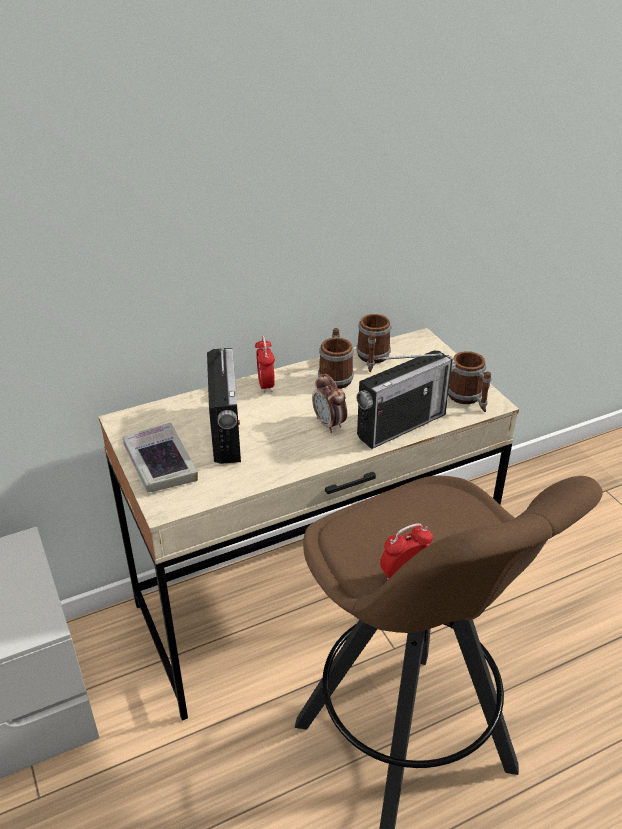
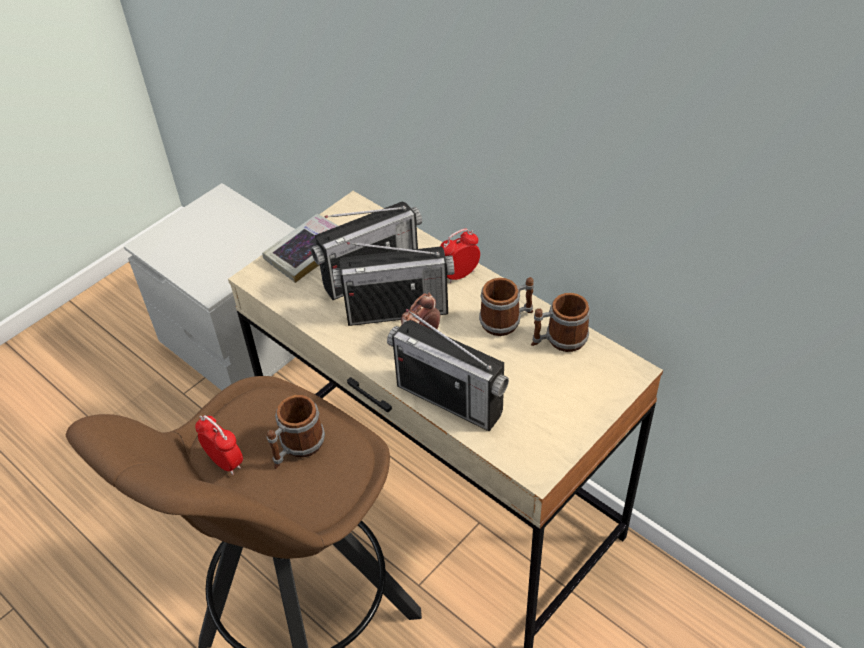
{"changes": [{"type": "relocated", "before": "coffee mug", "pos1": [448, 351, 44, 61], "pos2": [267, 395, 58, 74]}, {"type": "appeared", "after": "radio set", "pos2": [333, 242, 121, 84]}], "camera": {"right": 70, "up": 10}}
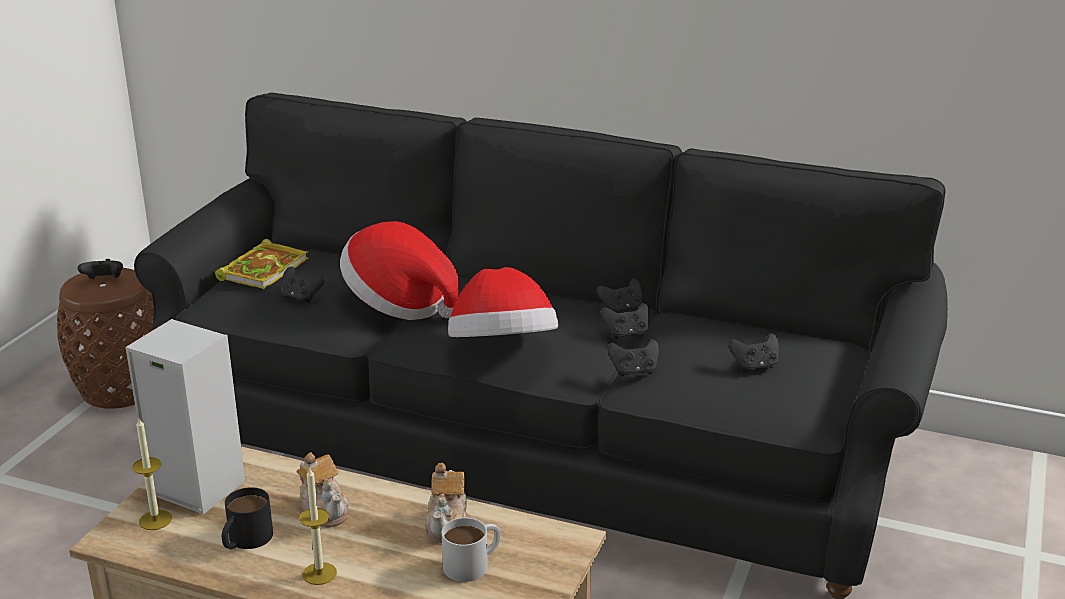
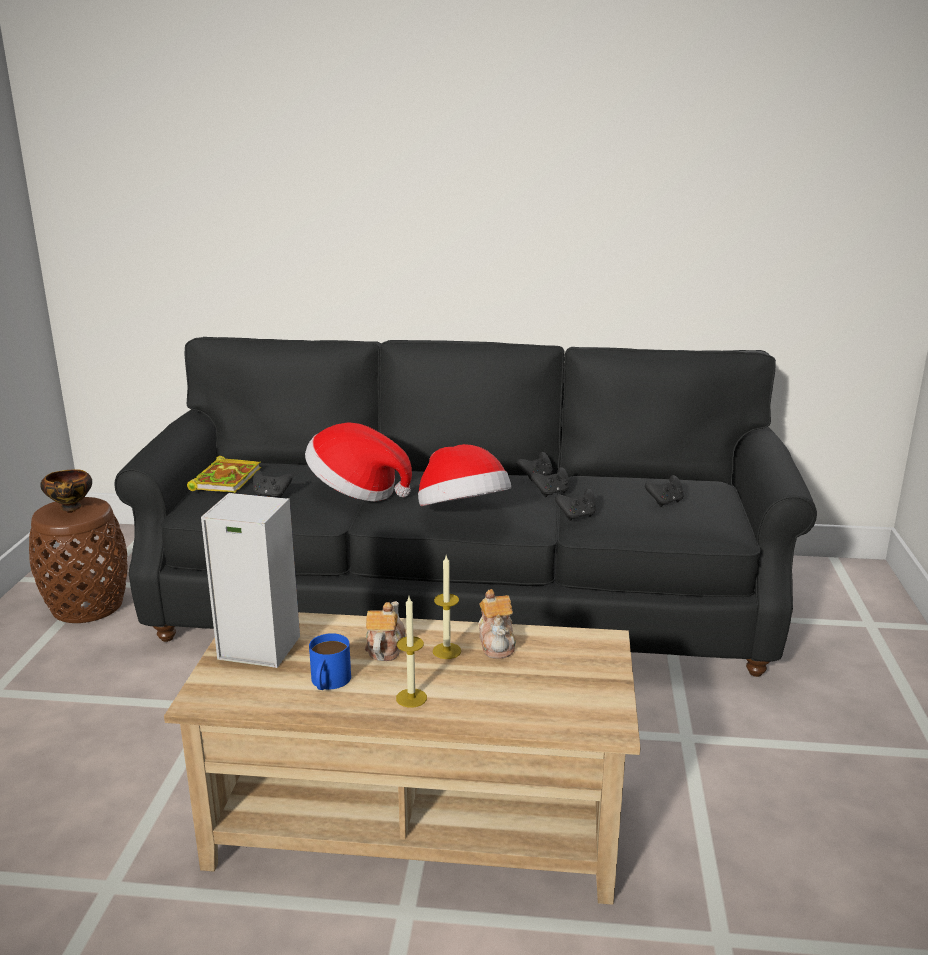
{"changes": [{"type": "exchanged", "before": "blackish joypad", "after": "serving bowl", "pos1": [78, 259, 45, 20], "pos2": [40, 469, 52, 42]}, {"type": "colour", "before": "blackish coffee mug", "after": "bluish coffee mug", "pos1": [222, 487, 51, 62], "pos2": [309, 633, 42, 57]}, {"type": "spun", "before": "pot for tea", "pos1": [297, 452, 52, 76], "pos2": [365, 601, 41, 60], "turn": -120}, {"type": "relocated", "before": "candle", "pos1": [132, 418, 40, 112], "pos2": [433, 556, 28, 103]}, {"type": "missing", "before": "white-coloured coffee mug", "pos1": [442, 518, 59, 64]}], "camera": {"right": -15, "up": -5}}
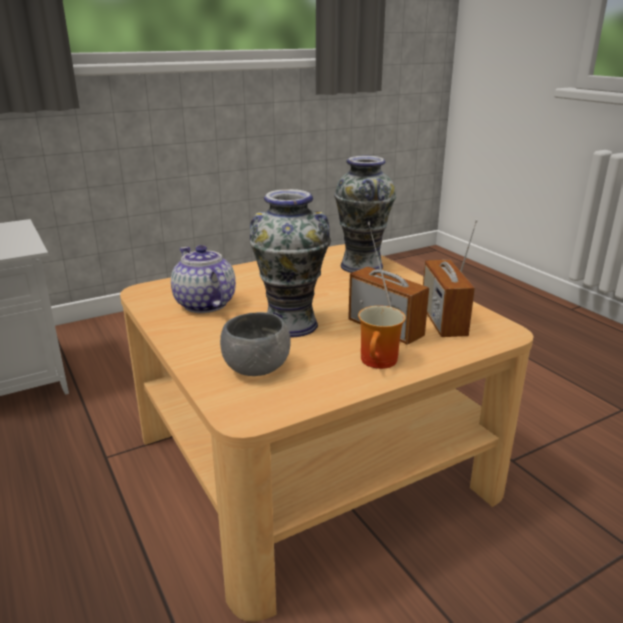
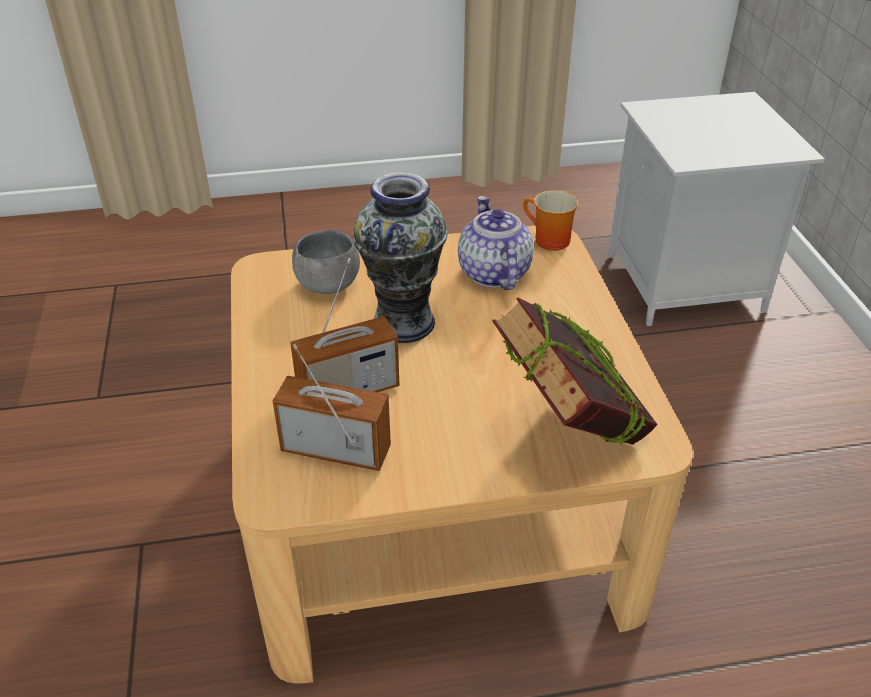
{"changes": [{"type": "spun", "before": "pot for tea", "pos1": [171, 245, 65, 68], "pos2": [458, 196, 76, 94], "turn": -90}, {"type": "exchanged", "before": "vase", "after": "bound book", "pos1": [334, 156, 62, 117], "pos2": [492, 297, 166, 148]}, {"type": "relocated", "before": "coffee mug", "pos1": [358, 306, 48, 63], "pos2": [523, 190, 56, 61]}], "camera": {"right": 110, "up": 15}}
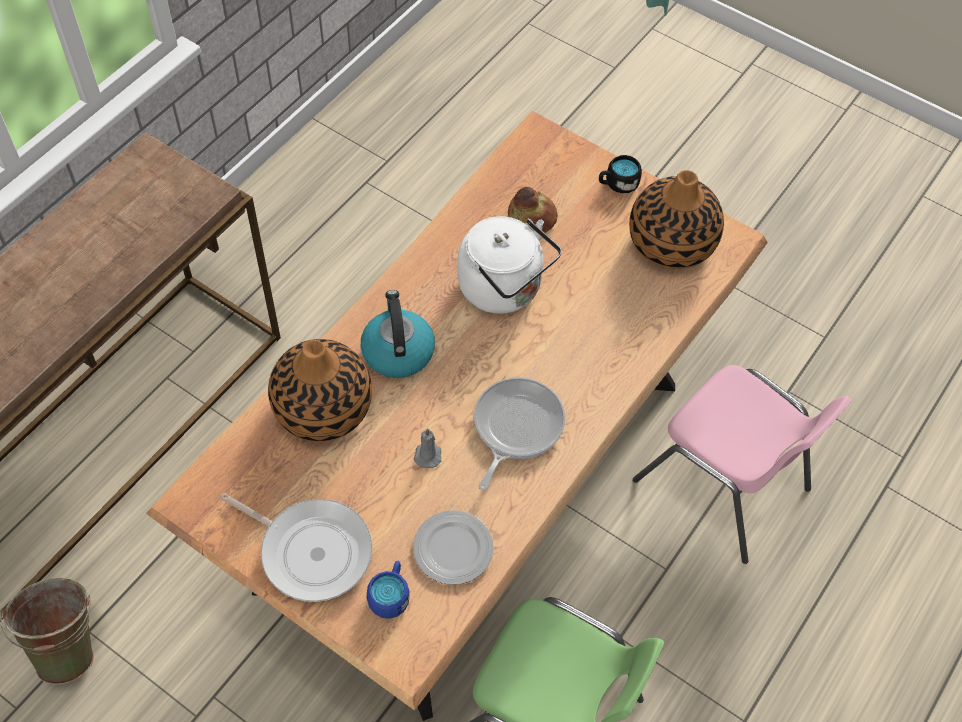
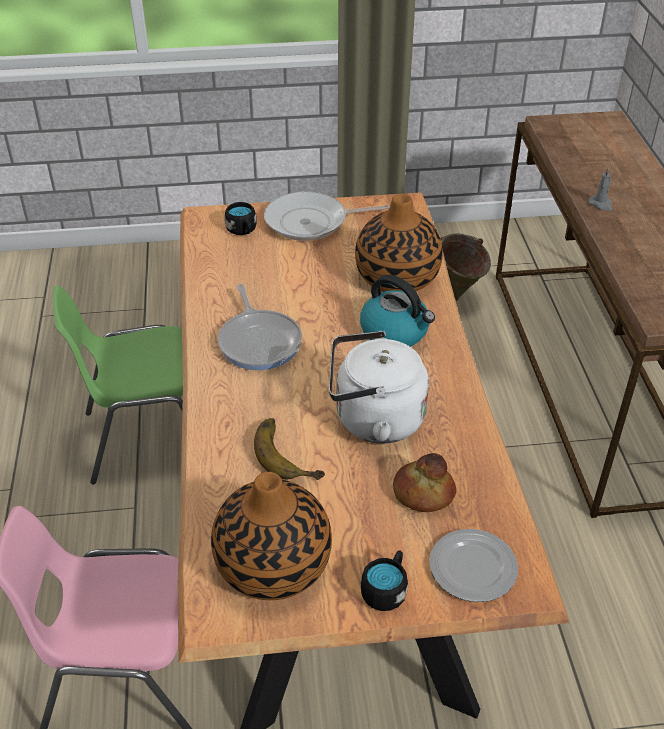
{"changes": [{"type": "colour", "before": "bluish coffee mug", "after": "blackish coffee mug", "pos1": [366, 561, 44, 58], "pos2": [225, 202, 31, 33]}, {"type": "appeared", "after": "banana", "pos2": [254, 418, 71, 62]}, {"type": "relocated", "before": "flat dish", "pos1": [413, 510, 81, 75], "pos2": [429, 529, 89, 73]}, {"type": "relocated", "before": "gray candle", "pos1": [414, 428, 27, 40], "pos2": [588, 167, 24, 44]}], "camera": {"right": 140, "up": -15}}
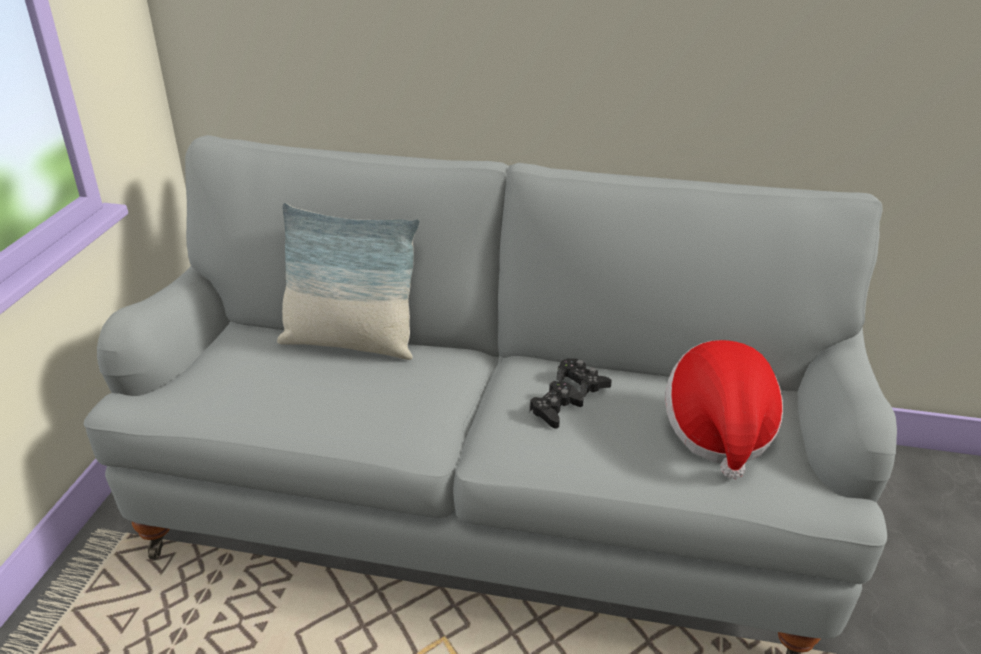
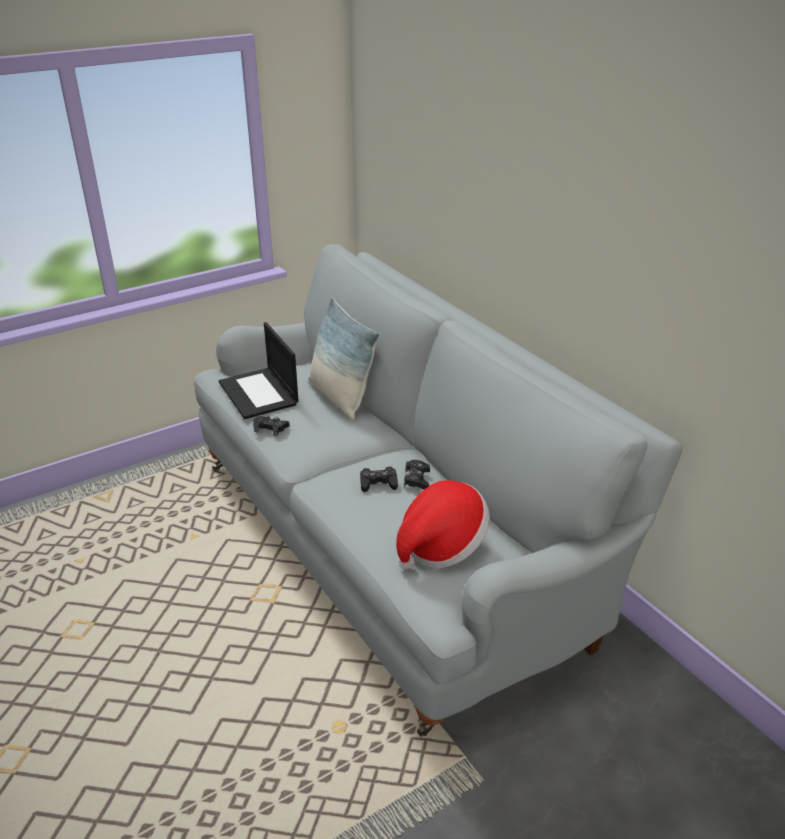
{"changes": [{"type": "appeared", "after": "portable computer", "pos2": [219, 322, 80, 97]}, {"type": "appeared", "after": "blackish joypad", "pos2": [253, 415, 37, 21]}], "camera": {"right": 45, "up": 0}}
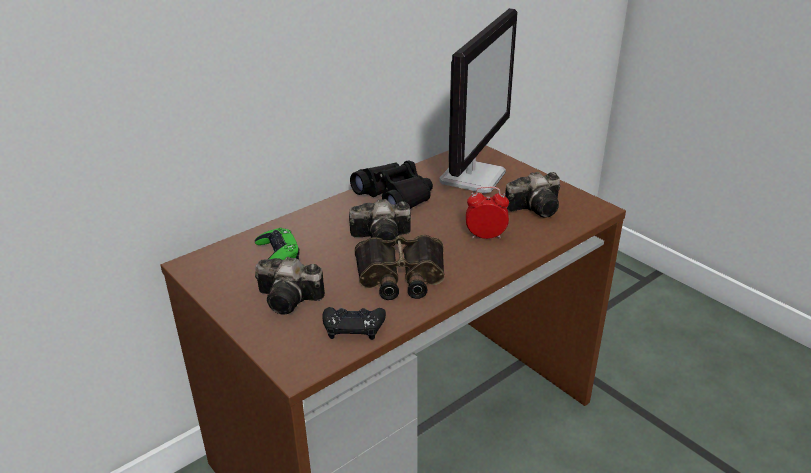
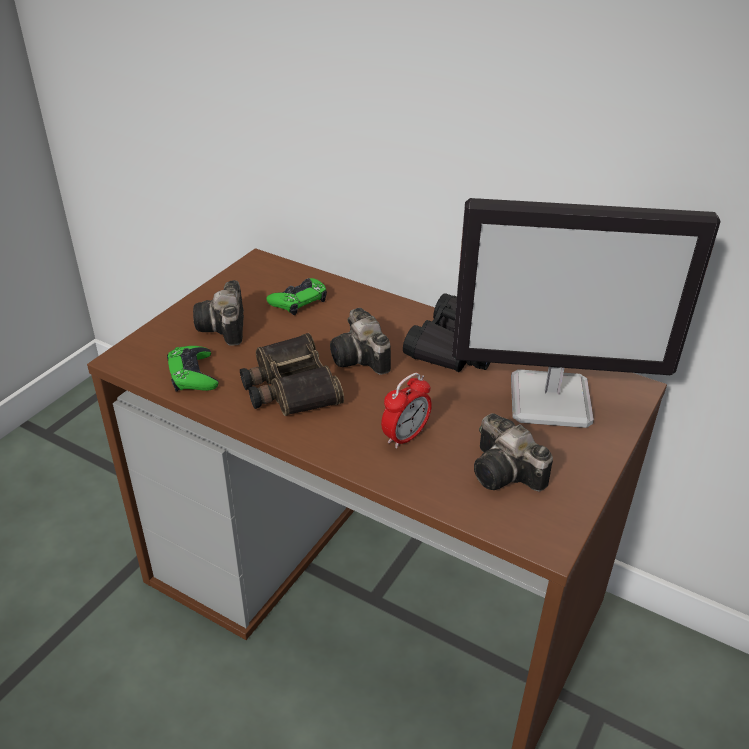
{"changes": [{"type": "colour", "before": "blackish joypad", "after": "greenish joypad", "pos1": [322, 307, 64, 33], "pos2": [167, 346, 52, 46]}, {"type": "spun", "before": "alarm clock", "pos1": [466, 186, 43, 53], "pos2": [381, 373, 51, 76], "turn": 60}], "camera": {"right": 70, "up": 5}}
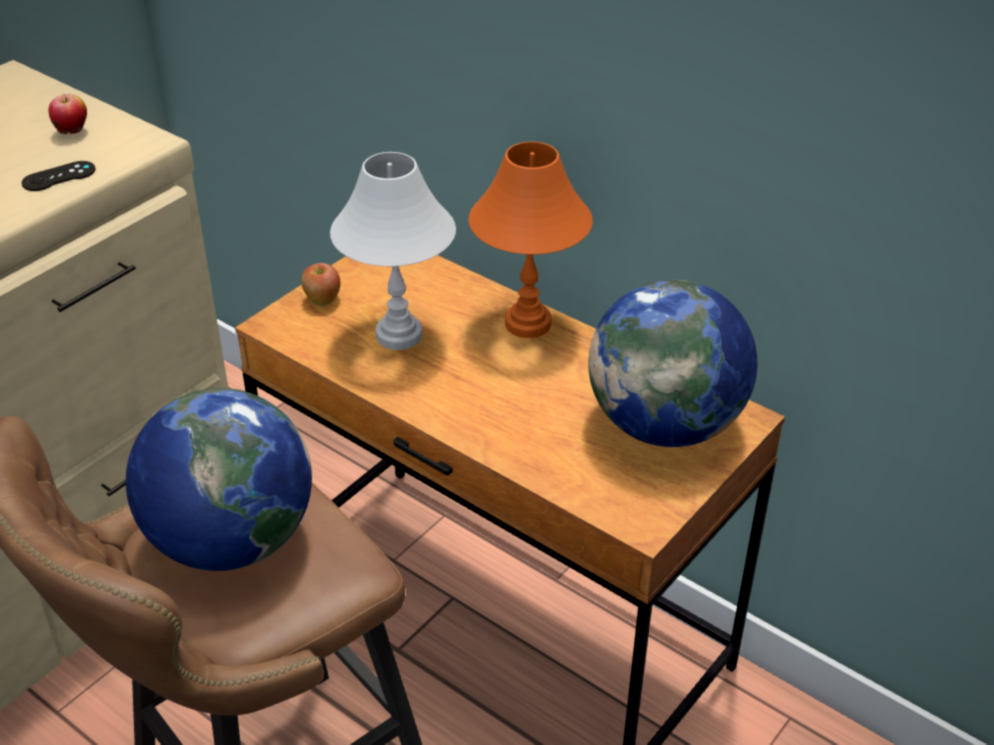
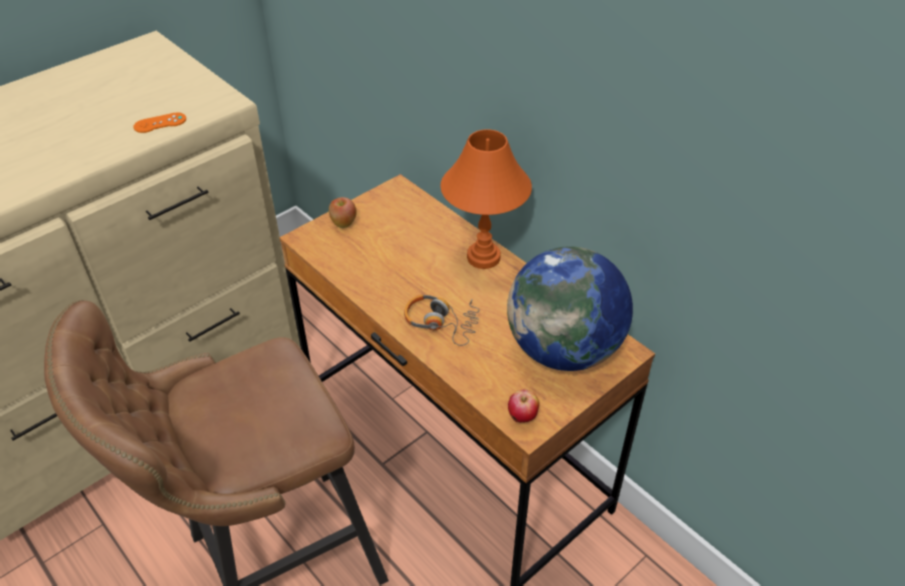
{"changes": [{"type": "colour", "before": "blackish joypad", "after": "orangey joypad", "pos1": [21, 161, 74, 30], "pos2": [134, 113, 52, 20]}, {"type": "appeared", "after": "headset", "pos2": [404, 295, 75, 51]}, {"type": "relocated", "before": "apple", "pos1": [49, 94, 38, 40], "pos2": [508, 389, 31, 34]}, {"type": "missing", "before": "desk globe", "pos1": [126, 388, 186, 183]}, {"type": "missing", "before": "white-coloured lamp for a table", "pos1": [330, 152, 126, 198]}], "camera": {"right": 10, "up": 5}}
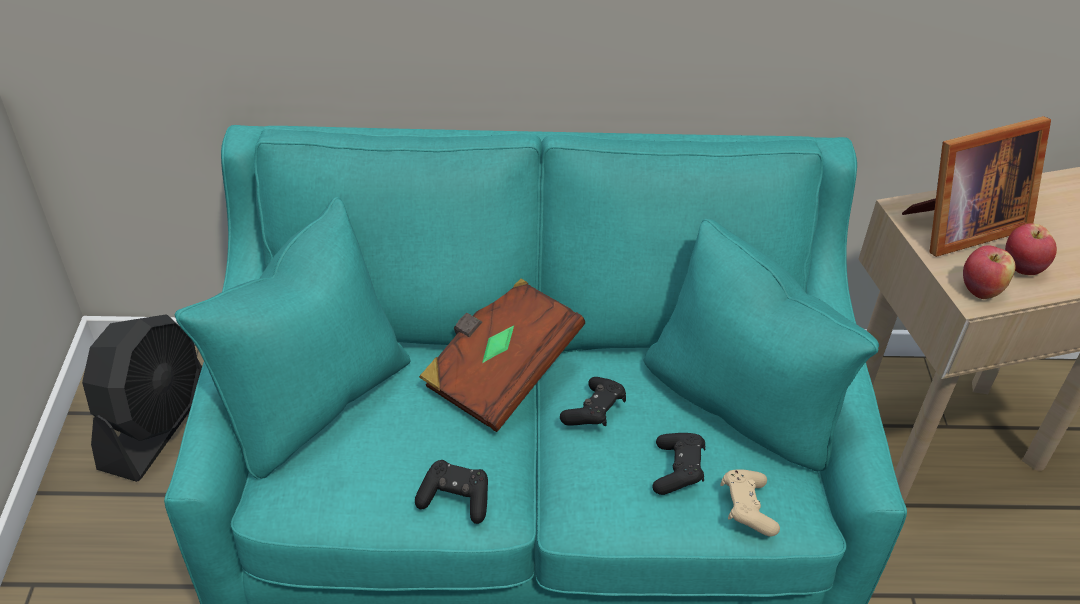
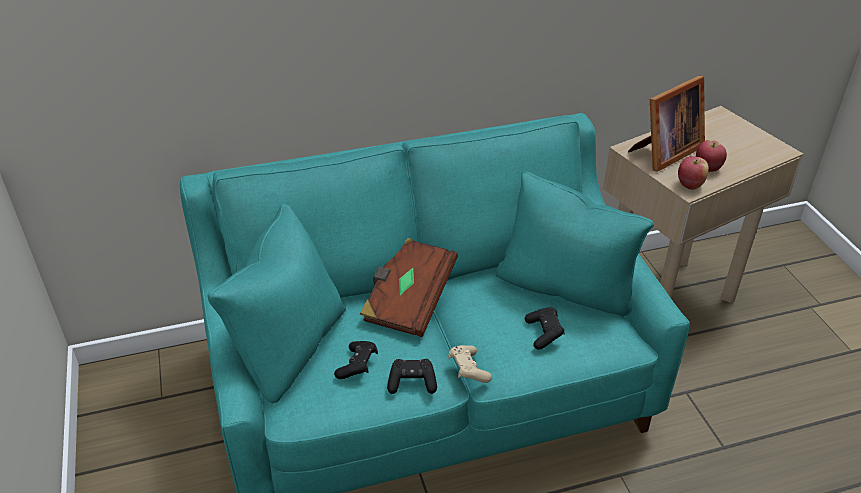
{"changes": [{"type": "relocated", "before": "blackish joypad", "pos1": [560, 377, 66, 49], "pos2": [334, 341, 44, 38]}, {"type": "relocated", "before": "beige-coloured joypad", "pos1": [720, 469, 60, 68], "pos2": [448, 345, 44, 38]}, {"type": "missing", "before": "blackish cooling fan", "pos1": [82, 314, 120, 168]}], "camera": {"right": -15, "up": -5}}
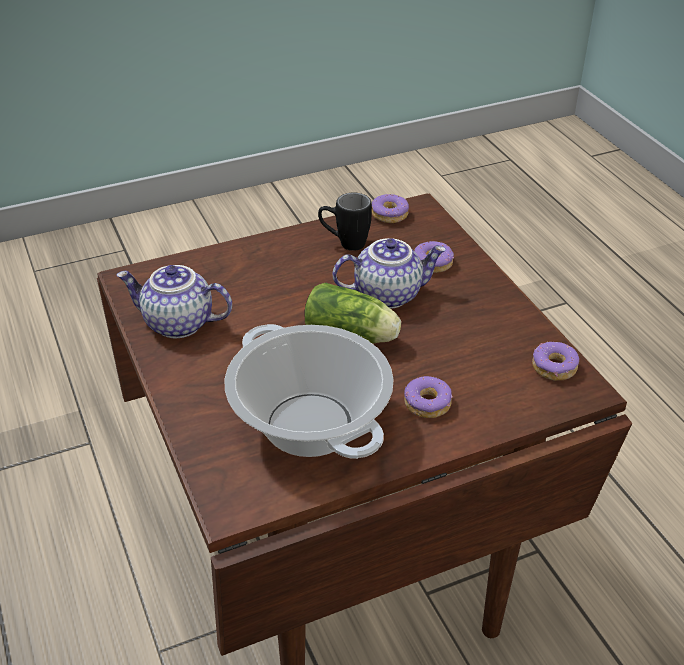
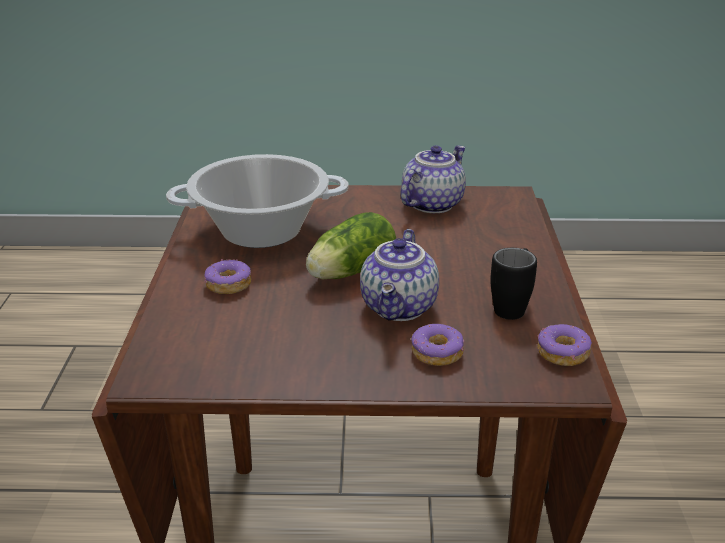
{"changes": [{"type": "missing", "before": "donut", "pos1": [532, 342, 47, 39]}], "camera": {"right": 115, "up": -10}}
